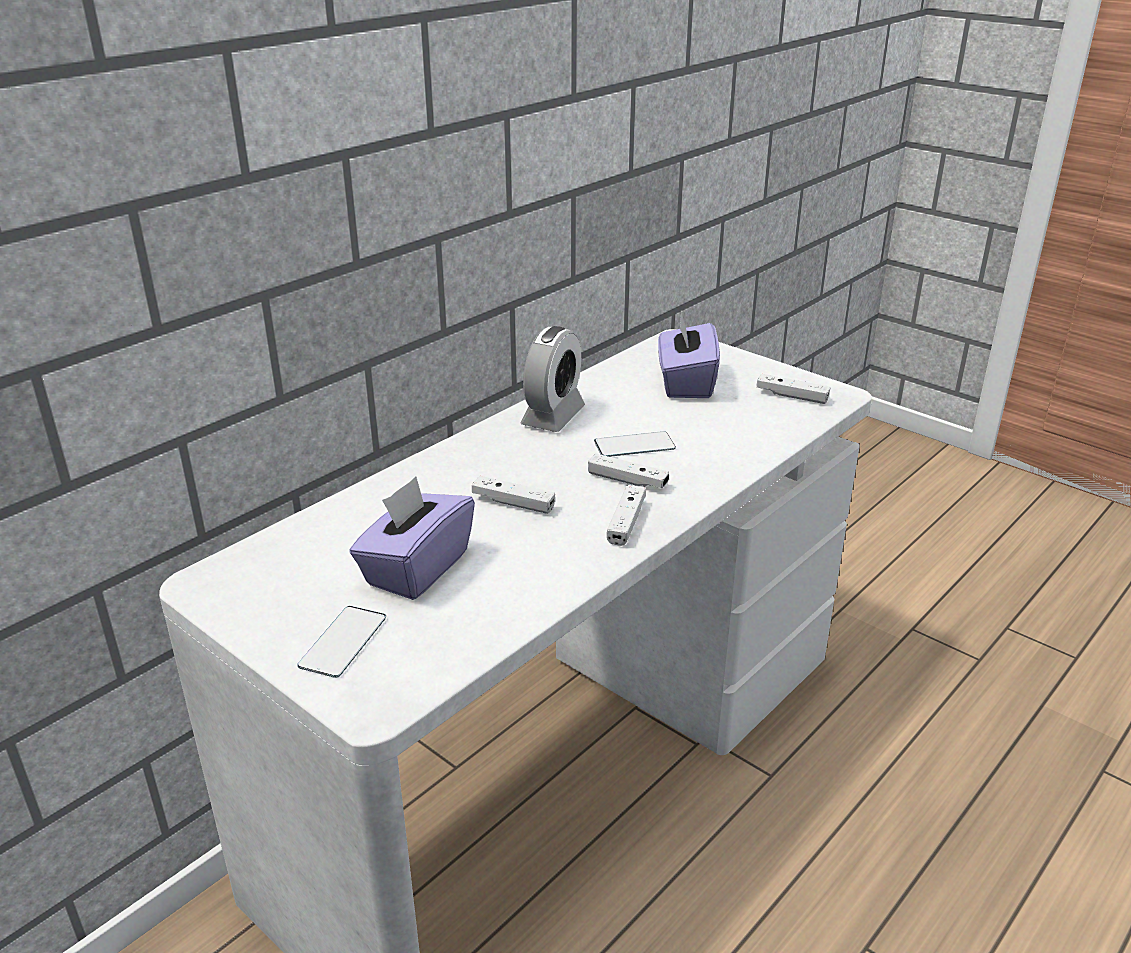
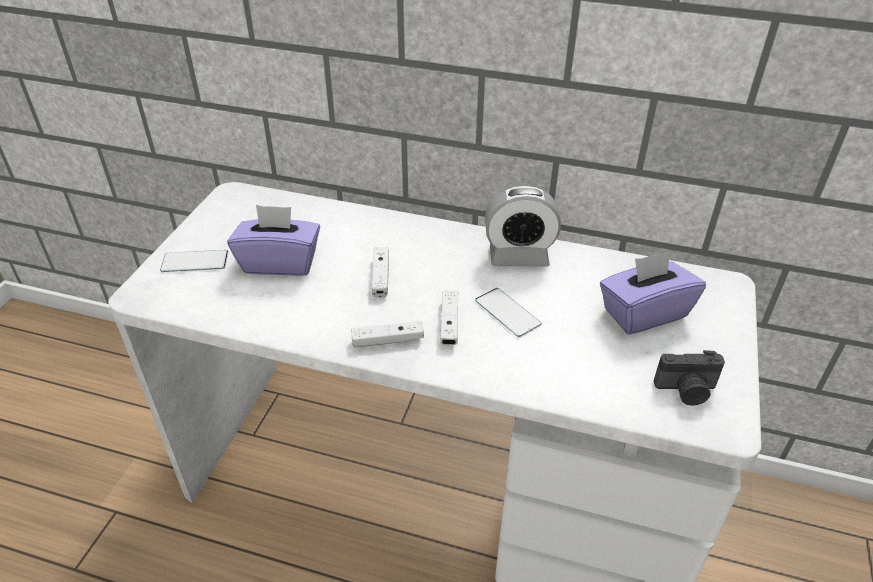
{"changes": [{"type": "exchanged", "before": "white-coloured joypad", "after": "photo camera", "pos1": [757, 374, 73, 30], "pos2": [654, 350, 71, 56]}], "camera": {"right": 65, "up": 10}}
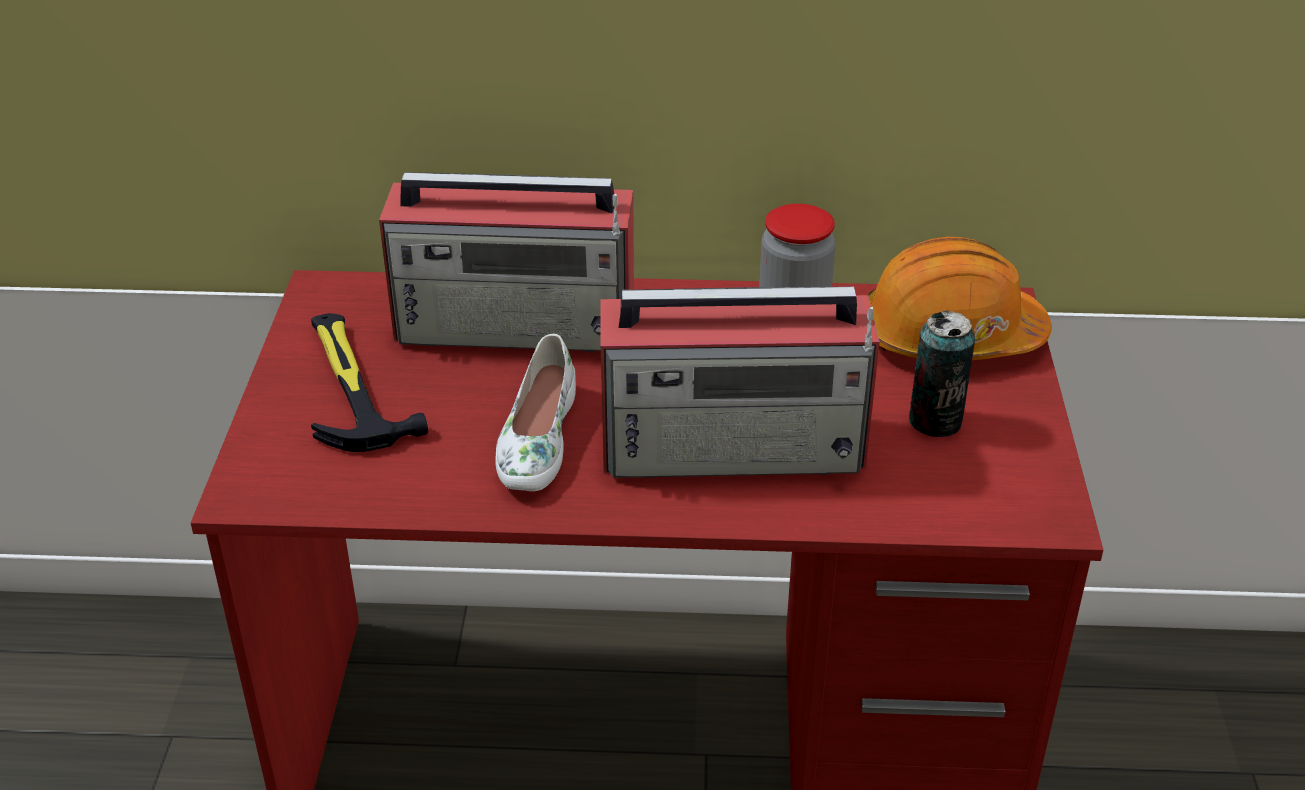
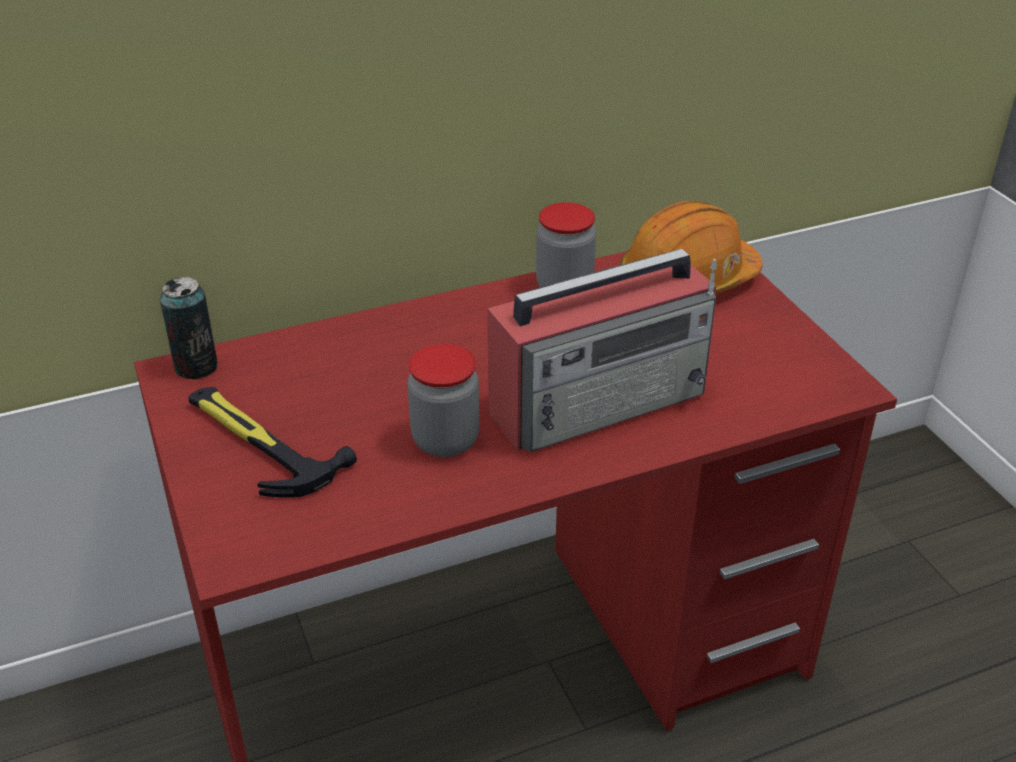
{"changes": [{"type": "relocated", "before": "can", "pos1": [909, 311, 66, 126], "pos2": [160, 277, 58, 102]}, {"type": "exchanged", "before": "white-coloured low shoe", "after": "storage jar", "pos1": [495, 334, 81, 157], "pos2": [407, 344, 73, 113]}, {"type": "missing", "before": "radio set", "pos1": [379, 172, 255, 180]}], "camera": {"right": -25, "up": 0}}
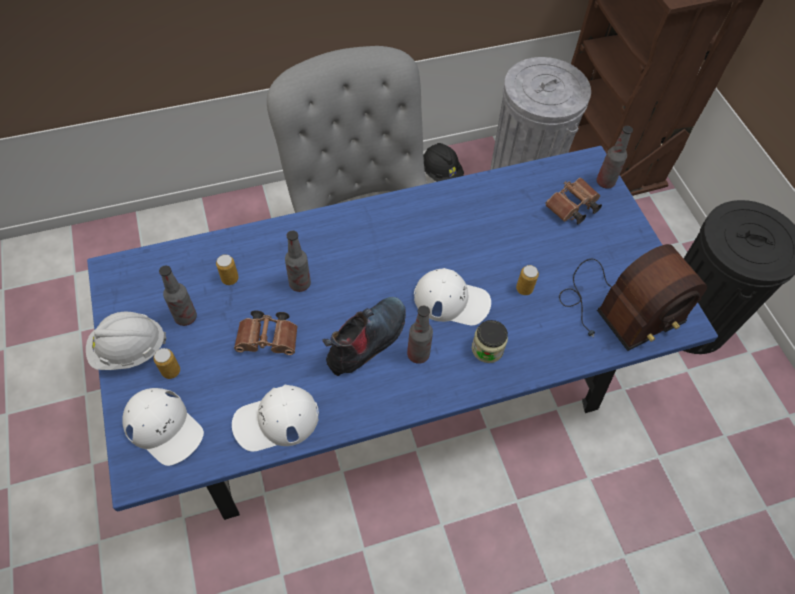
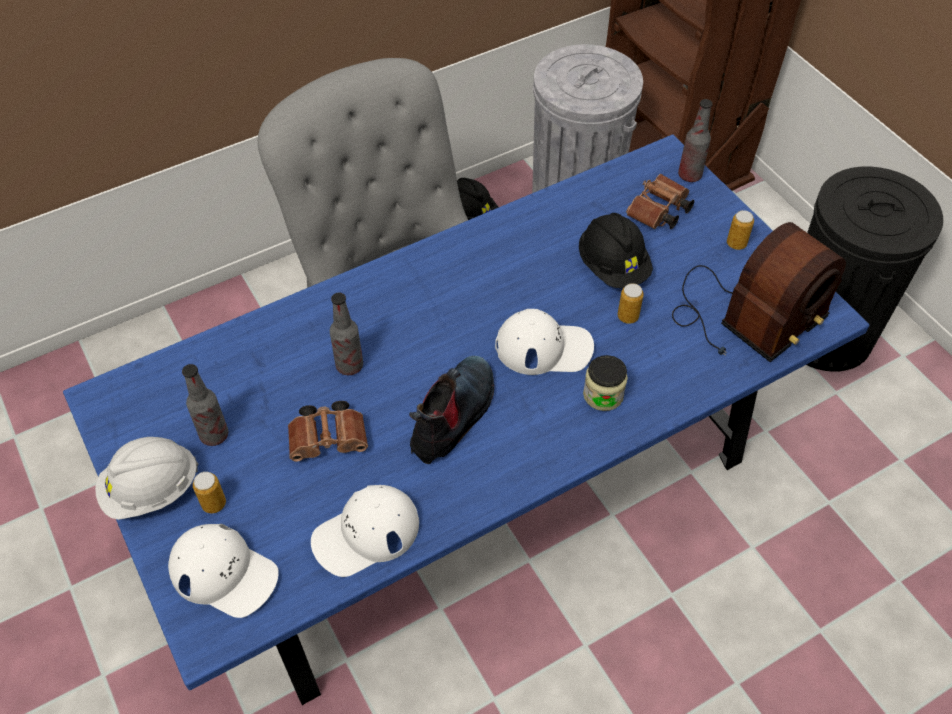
{"changes": [{"type": "appeared", "after": "blackish hard hat", "pos2": [579, 213, 74, 75]}, {"type": "relocated", "before": "can", "pos1": [216, 254, 23, 31], "pos2": [727, 210, 27, 40]}, {"type": "missing", "before": "drink bottle", "pos1": [407, 306, 26, 58]}], "camera": {"right": -10, "up": -5}}
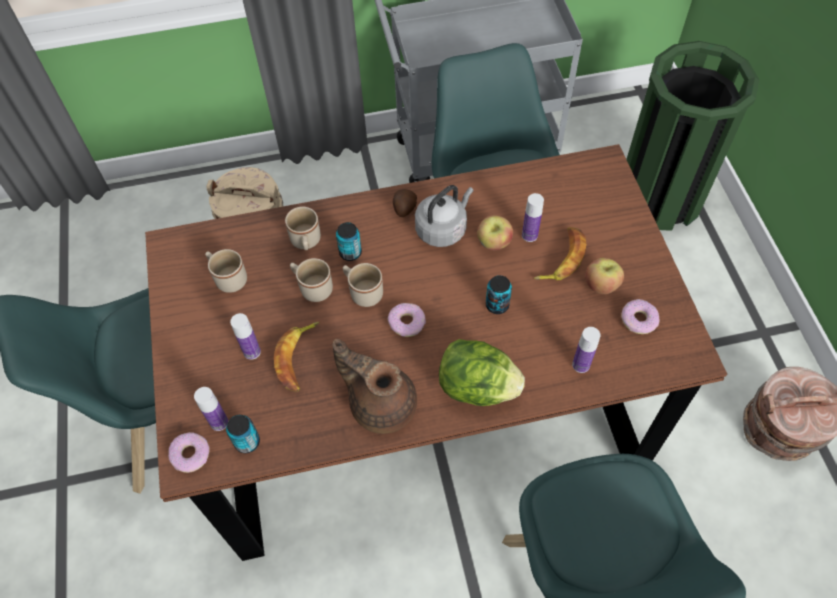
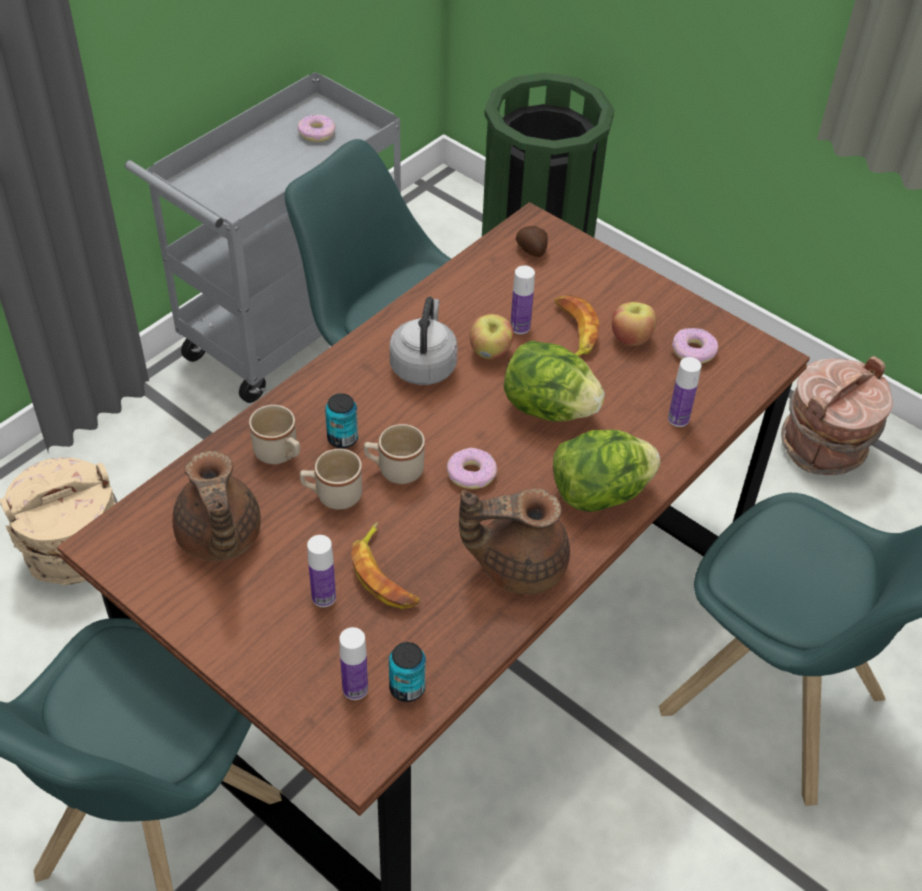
{"changes": [{"type": "exchanged", "before": "beige-coloured coffee mug", "after": "brownish pot for tea", "pos1": [205, 249, 42, 44], "pos2": [173, 451, 88, 110]}, {"type": "relocated", "before": "donut", "pos1": [168, 432, 42, 41], "pos2": [298, 115, 38, 27]}, {"type": "exchanged", "before": "can", "after": "head of lettuce", "pos1": [486, 275, 26, 39], "pos2": [504, 340, 101, 82]}, {"type": "relocated", "before": "whole potato", "pos1": [393, 189, 24, 28], "pos2": [516, 226, 32, 31]}], "camera": {"right": -40, "up": -10}}
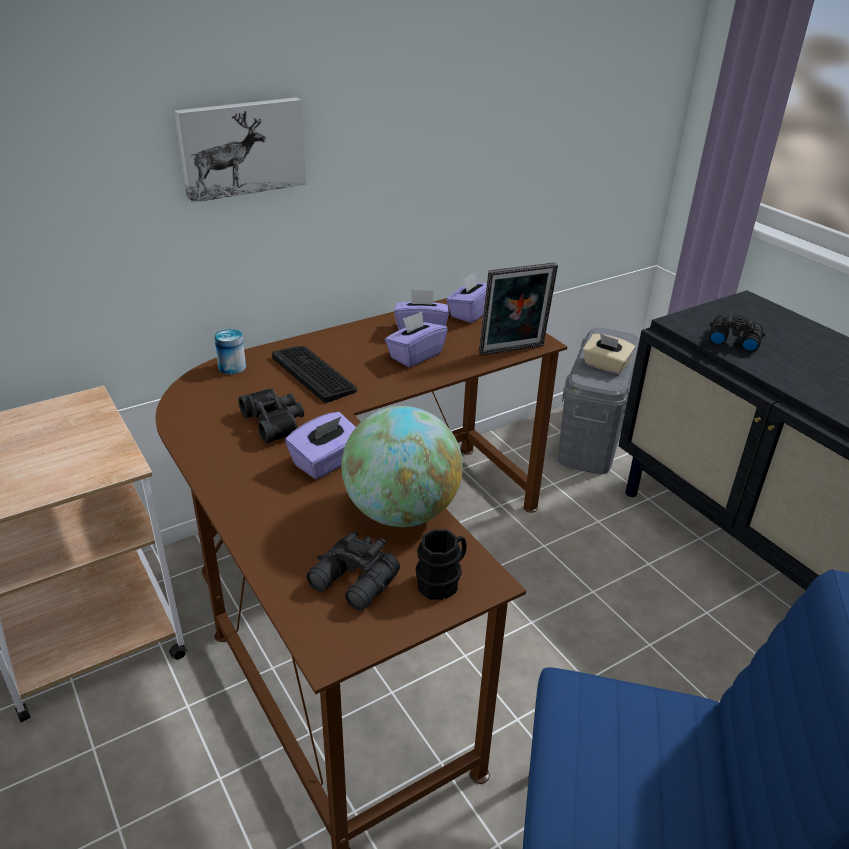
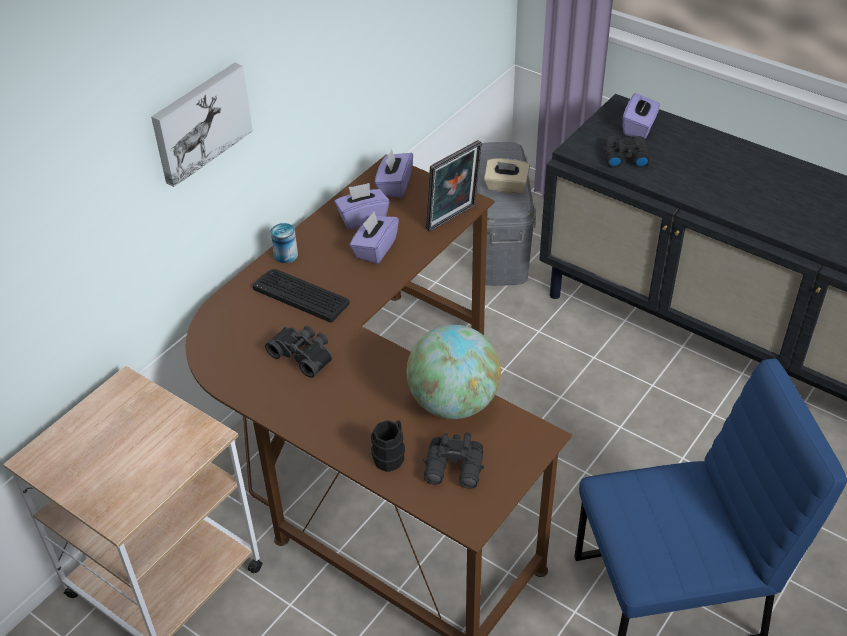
{"changes": [{"type": "relocated", "before": "can", "pos1": [214, 329, 32, 46], "pos2": [271, 223, 27, 40]}, {"type": "relocated", "before": "blackish coffee mug", "pos1": [416, 529, 51, 71], "pos2": [371, 420, 34, 52]}, {"type": "relocated", "before": "purple box of tissues", "pos1": [285, 412, 71, 67], "pos2": [622, 93, 38, 46]}], "camera": {"right": -20, "up": 10}}
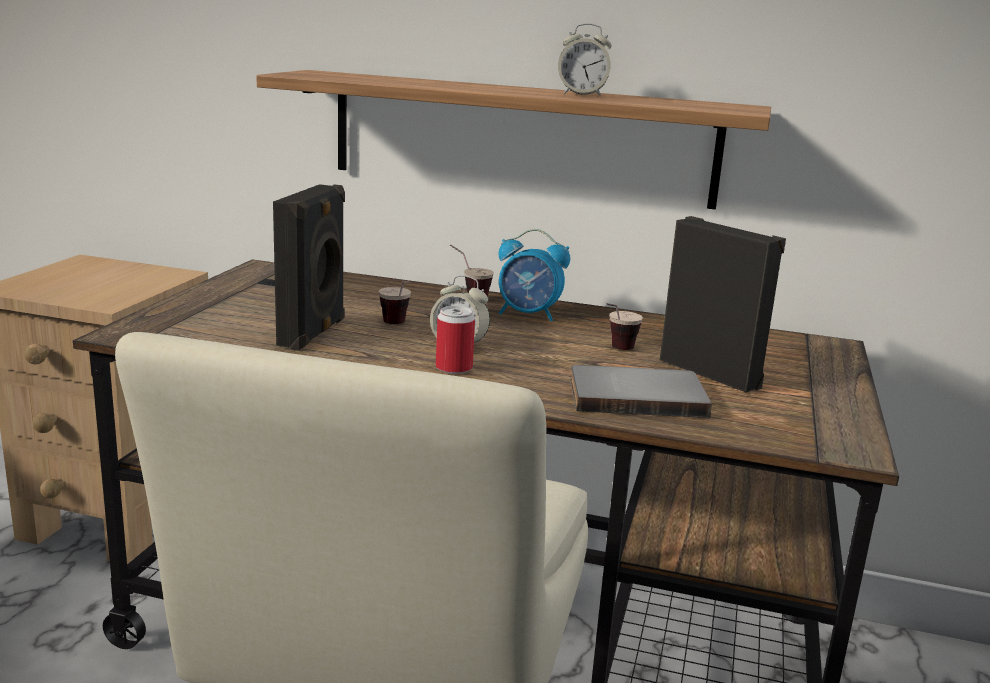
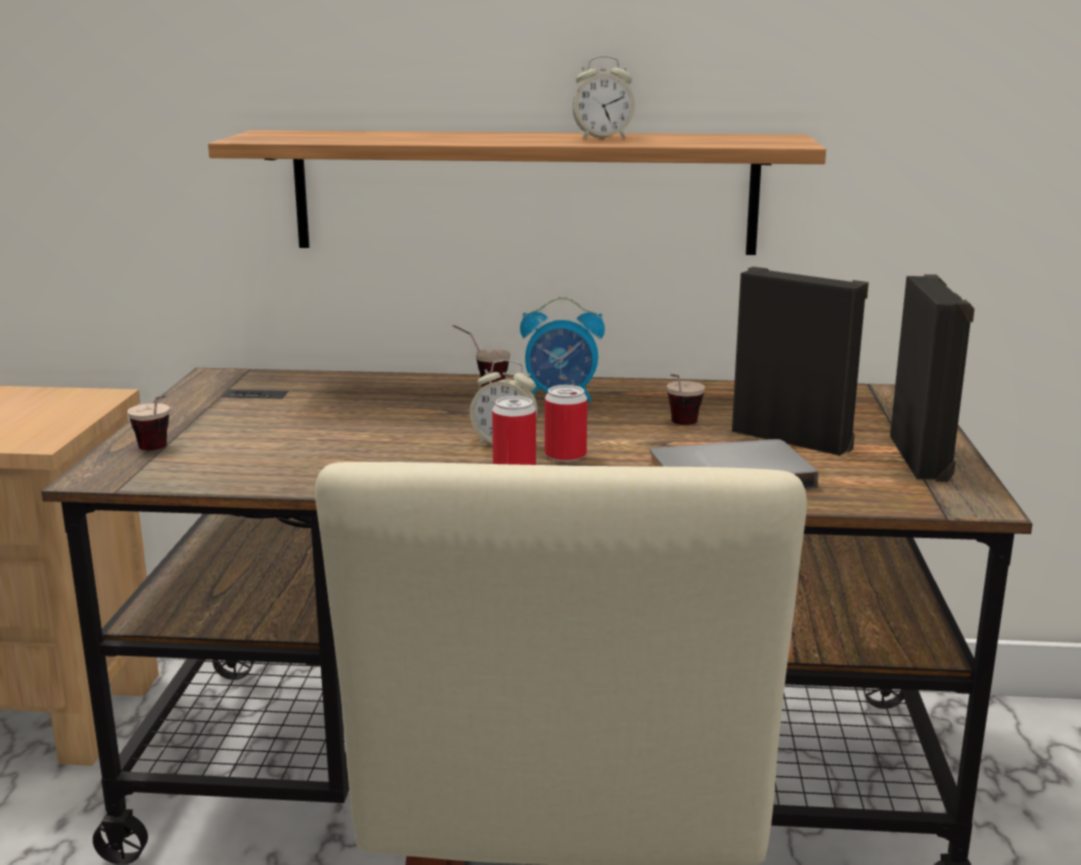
{"changes": [{"type": "relocated", "before": "cup", "pos1": [379, 281, 32, 43], "pos2": [127, 396, 43, 54]}, {"type": "appeared", "after": "can", "pos2": [545, 385, 42, 77]}, {"type": "relocated", "before": "blackish speaker", "pos1": [273, 184, 72, 167], "pos2": [890, 274, 85, 208]}], "camera": {"right": -10, "up": 0}}
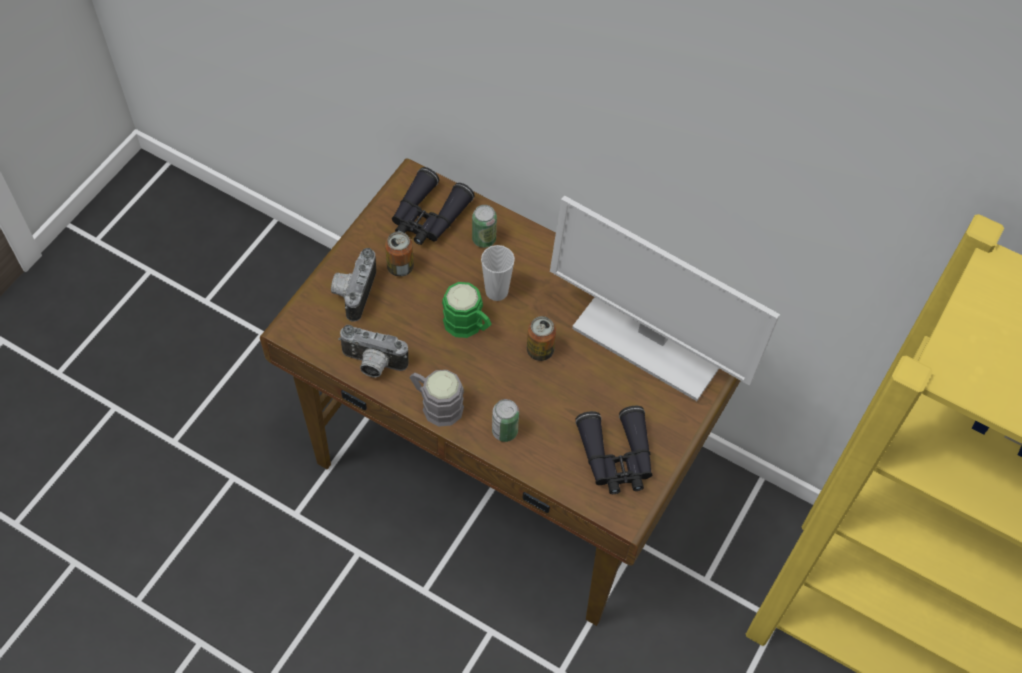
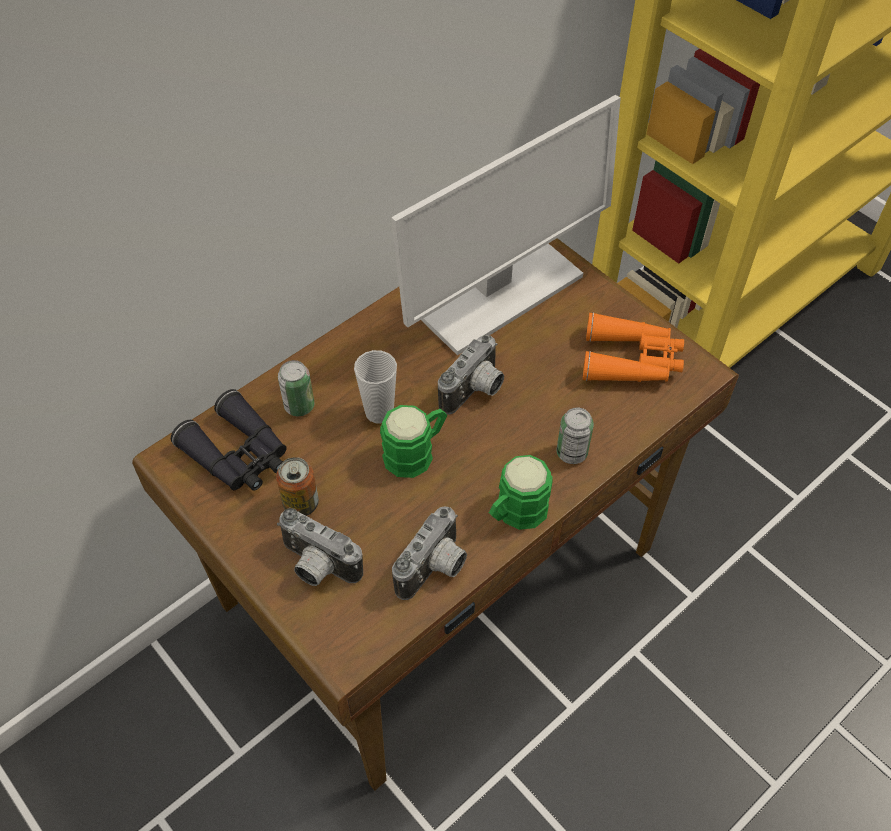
{"changes": [{"type": "exchanged", "before": "can", "after": "photo camera", "pos1": [527, 316, 29, 45], "pos2": [438, 335, 66, 80]}, {"type": "colour", "before": "gray coffee mug", "after": "greenish coffee mug", "pos1": [409, 370, 55, 57], "pos2": [489, 455, 64, 75]}, {"type": "colour", "before": "blackish binoculars", "after": "orangey binoculars", "pos1": [576, 406, 76, 88], "pos2": [583, 312, 101, 70]}], "camera": {"right": -70, "up": -5}}
